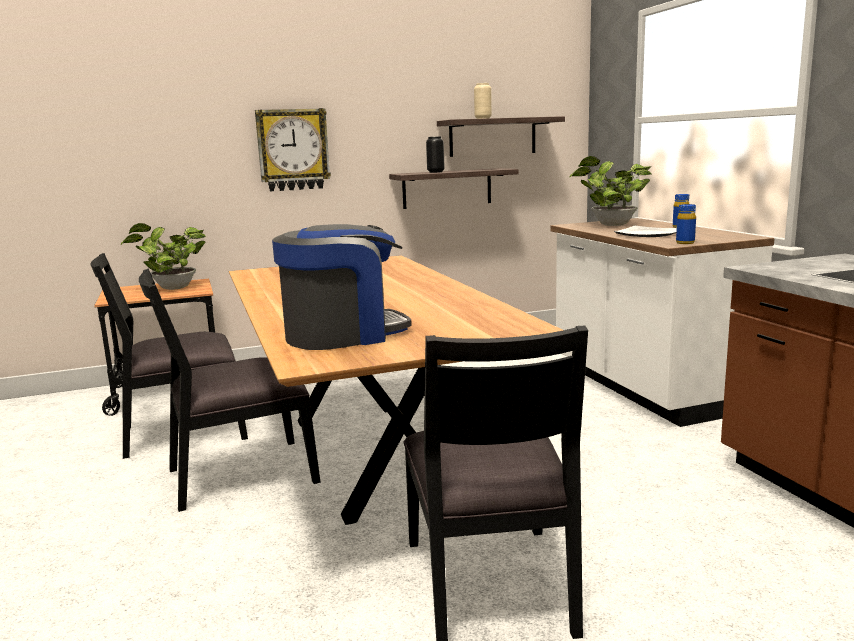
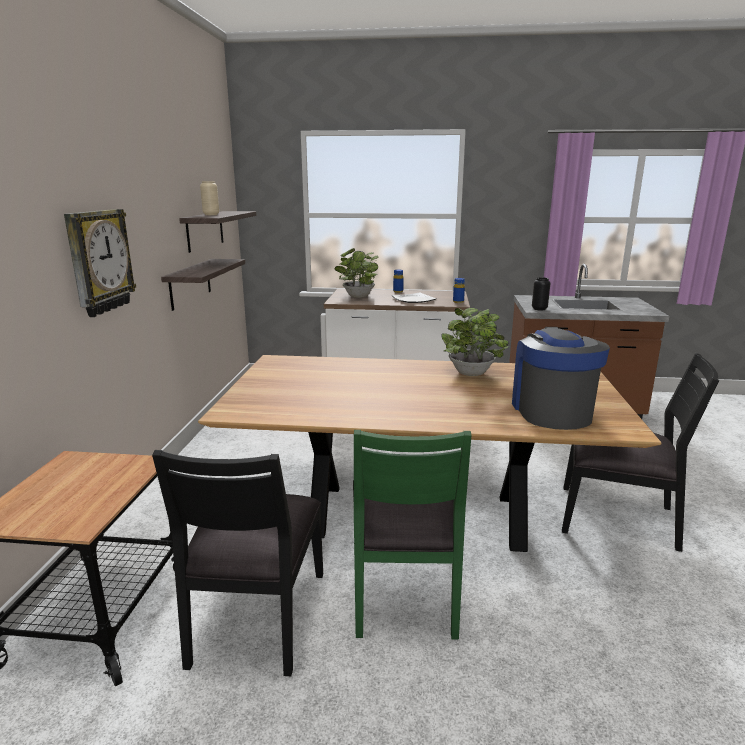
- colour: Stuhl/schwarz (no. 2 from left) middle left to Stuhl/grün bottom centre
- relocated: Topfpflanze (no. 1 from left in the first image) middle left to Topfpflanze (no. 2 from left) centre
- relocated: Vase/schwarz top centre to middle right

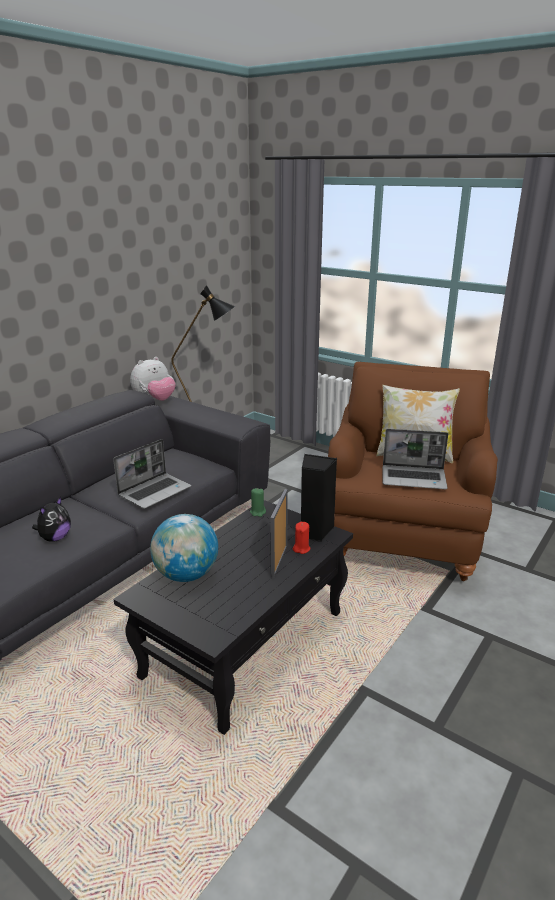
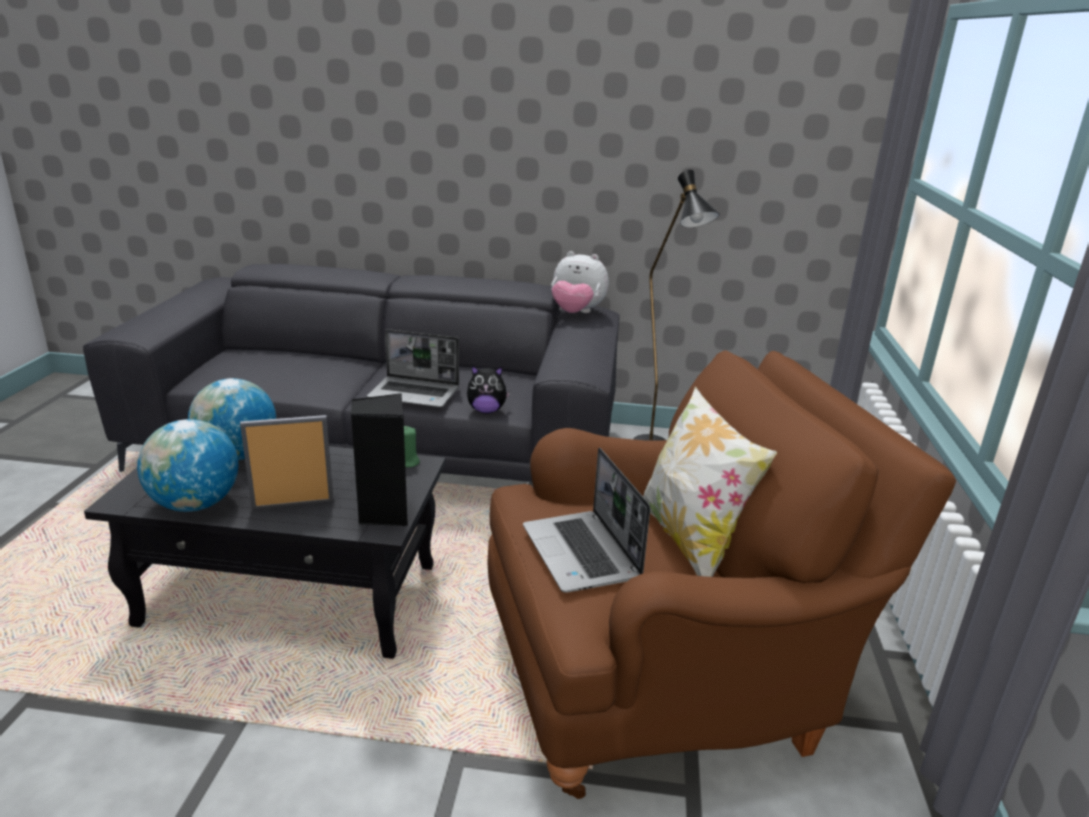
- appeared: Globus (no. 1 from left) middle left
- relocated: Plüschtier (no. 1 from left) middle left to centre
- missing: Kerze/rot centre

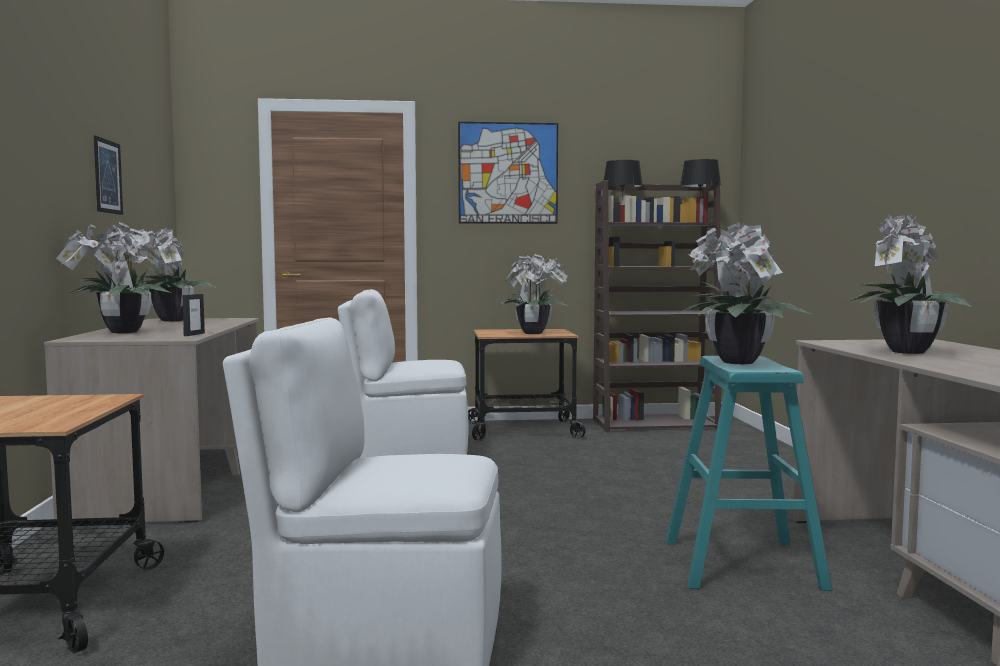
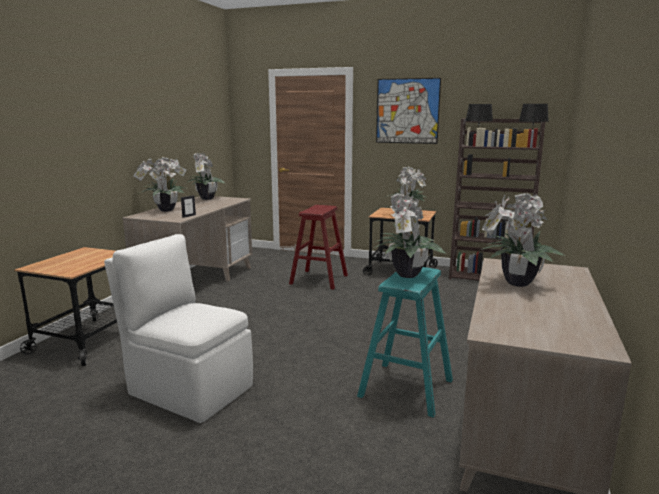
- exchanged: Stuhl/weiß (no. 2 from left) centre to Hocker/rot centre
- missing: Bild (no. 1 from left) top left

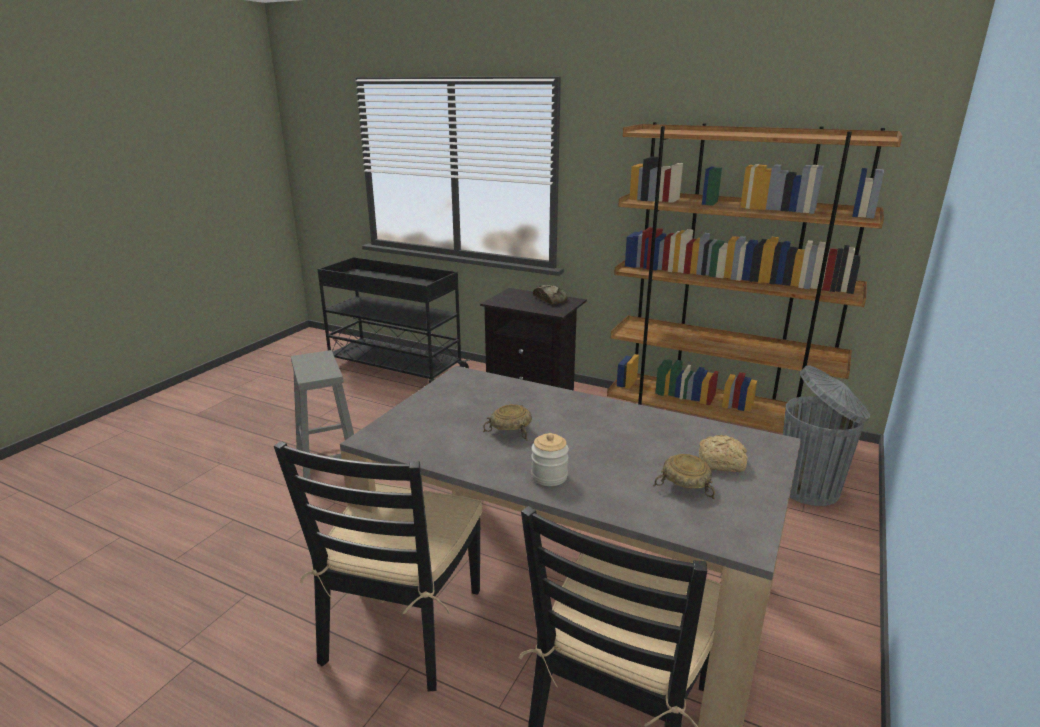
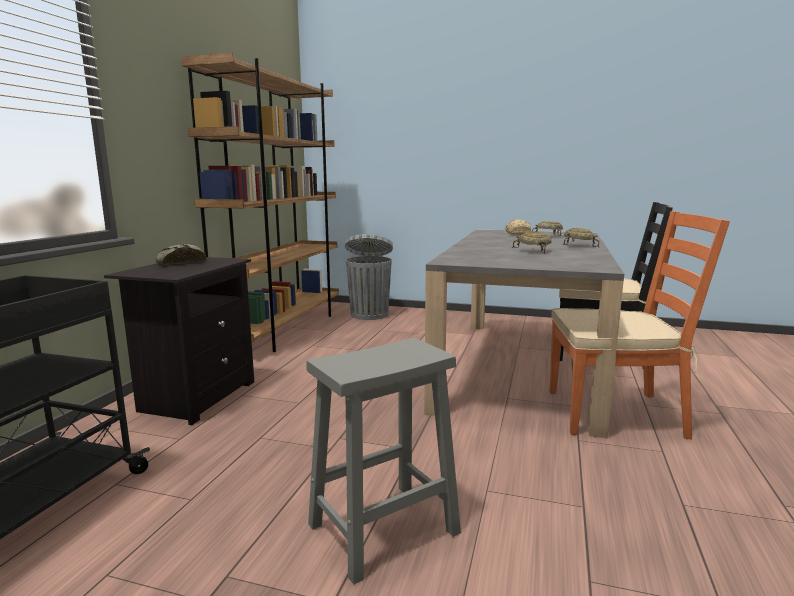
- colour: Stuhl/schwarz (no. 1 from left) bottom centre to Stuhl/orange middle right
- exchanged: Vorratsglas centre to Schüssel/beige (no. 3 from left) middle right

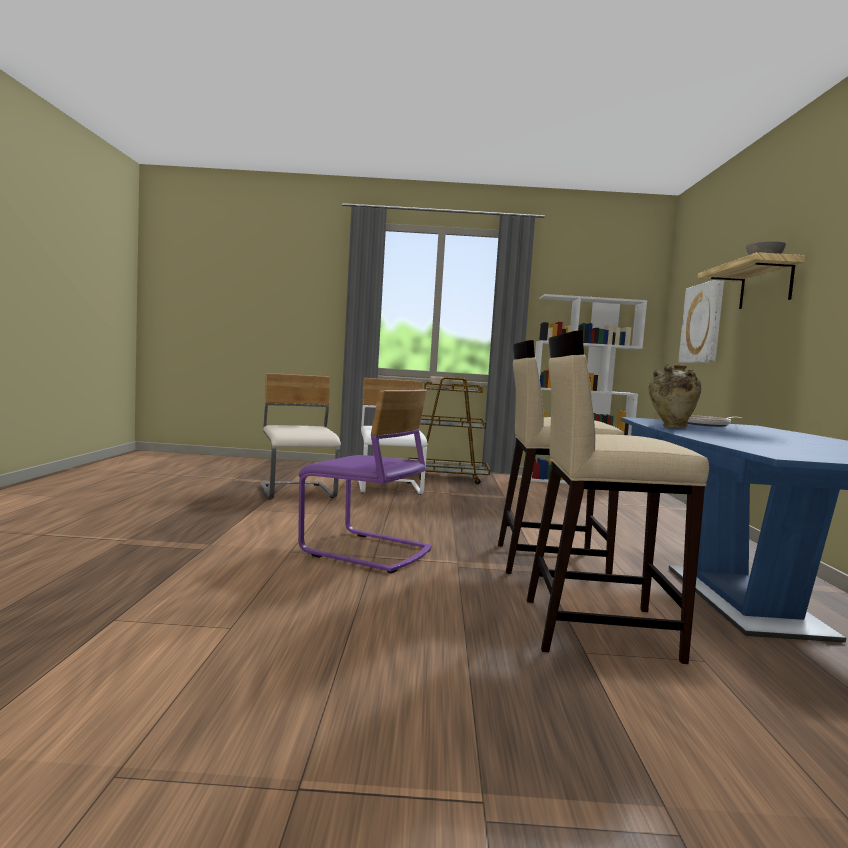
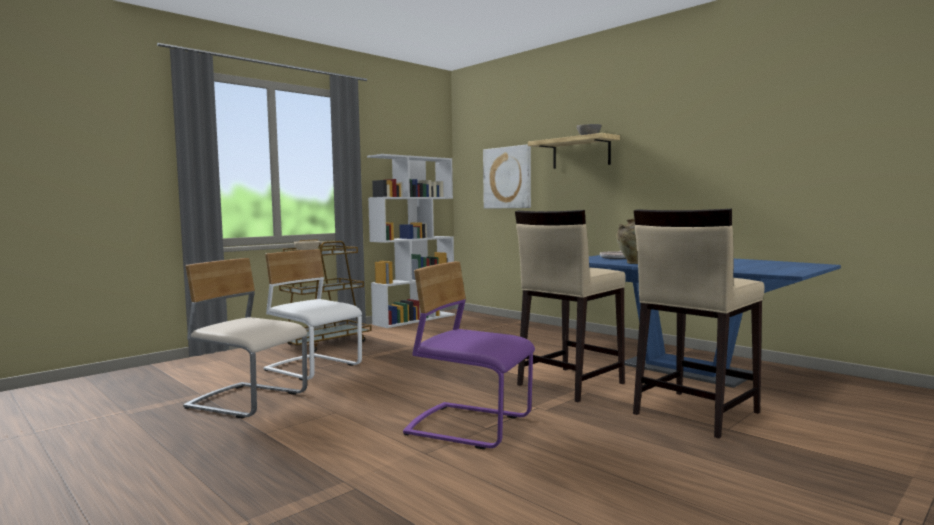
- spun: Stuhl/lila centre = bottom centre 135 degrees counterclockwise

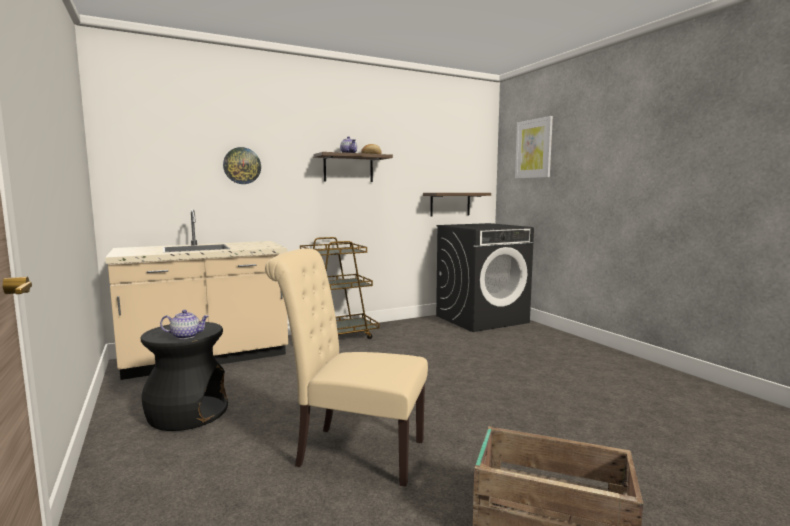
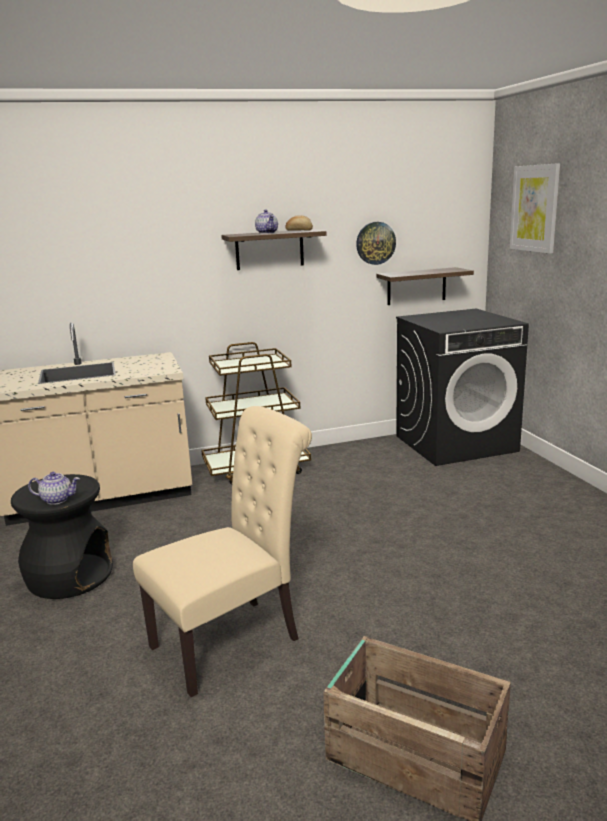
- spun: Stuhl/beige bottom centre = bottom centre 120 degrees clockwise
- relocated: Wanduhr top left to top centre

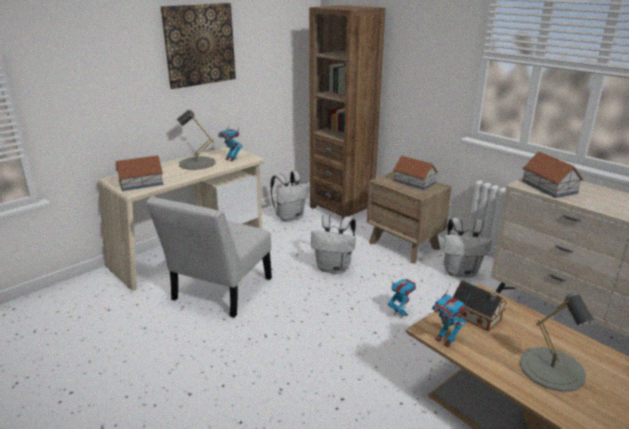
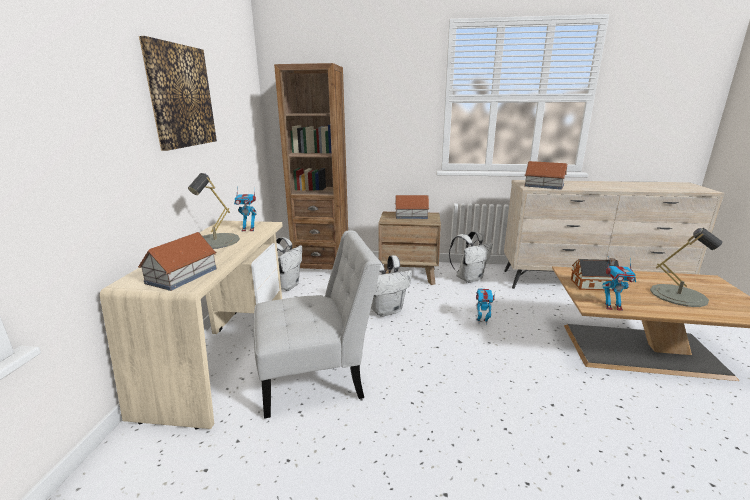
- spun: Stuhl/weiß middle left = centre 90 degrees counterclockwise

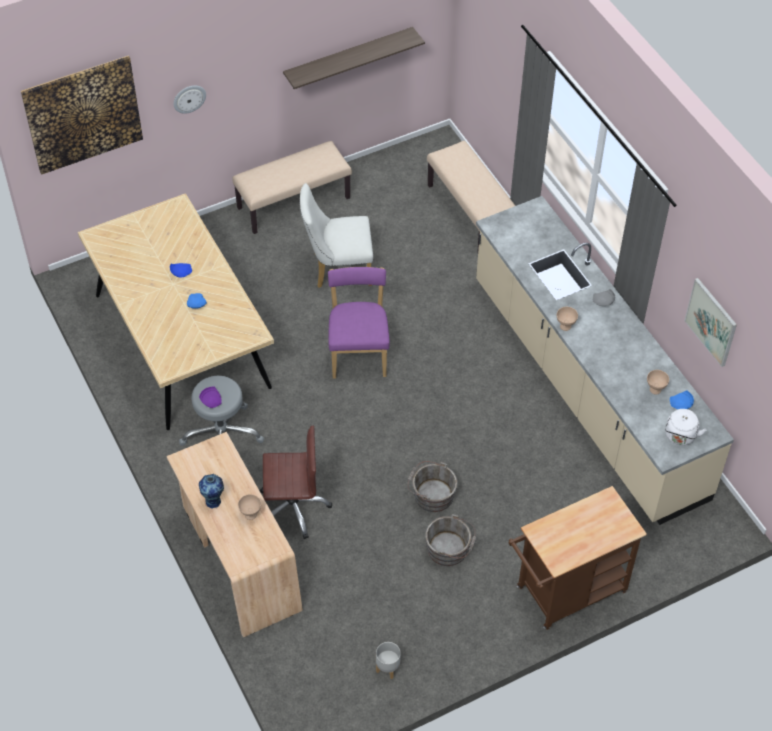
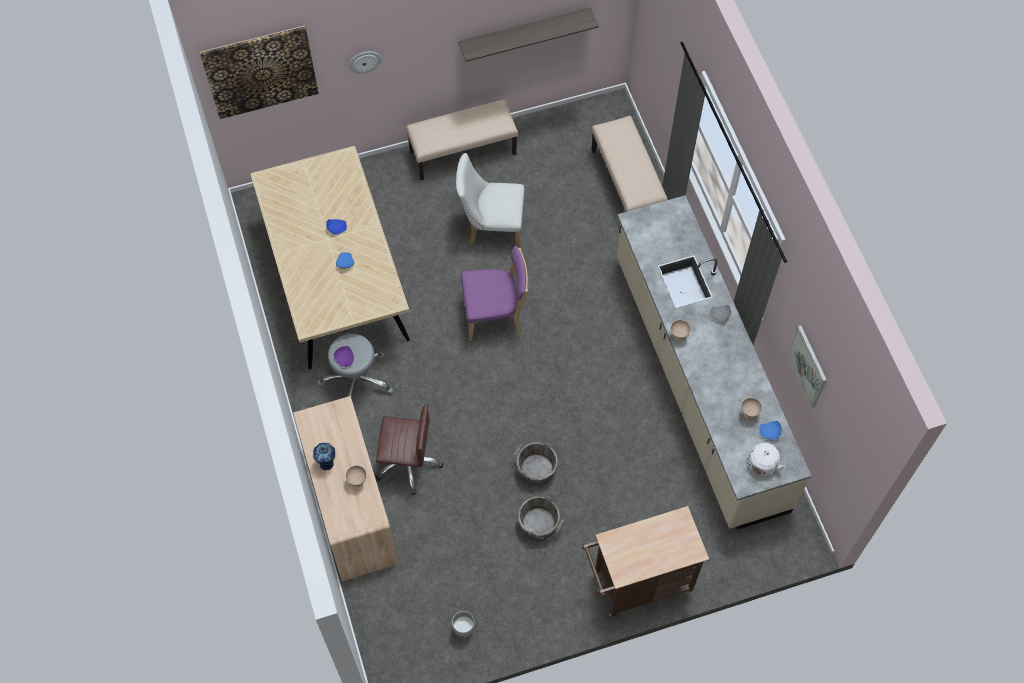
- spun: Stuhl/lila centre = centre 75 degrees clockwise

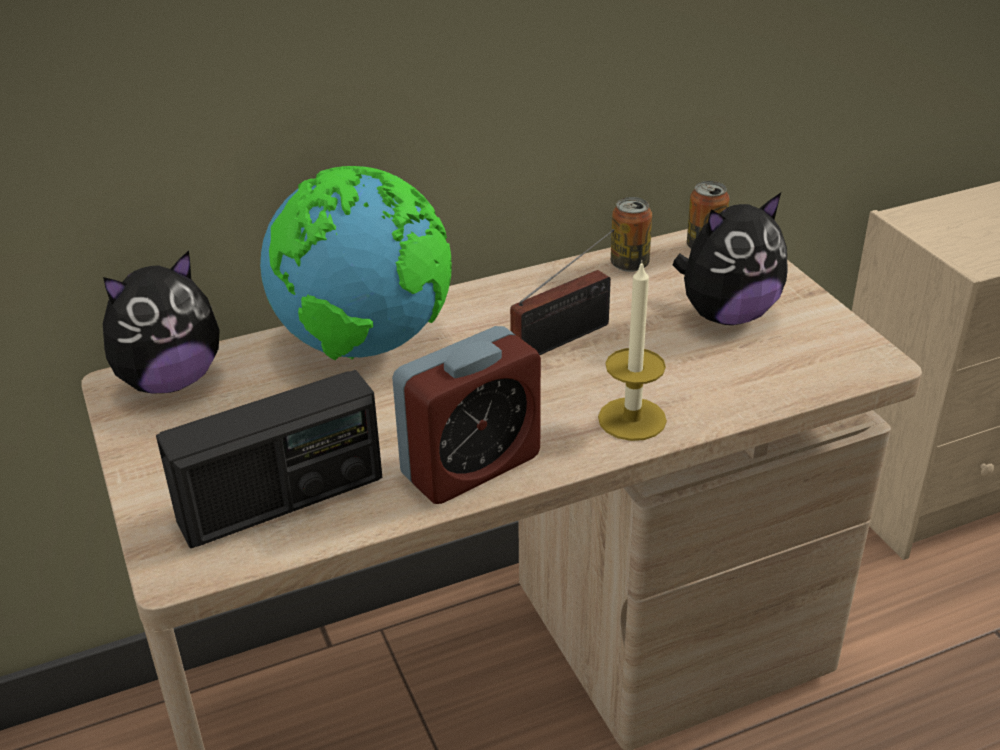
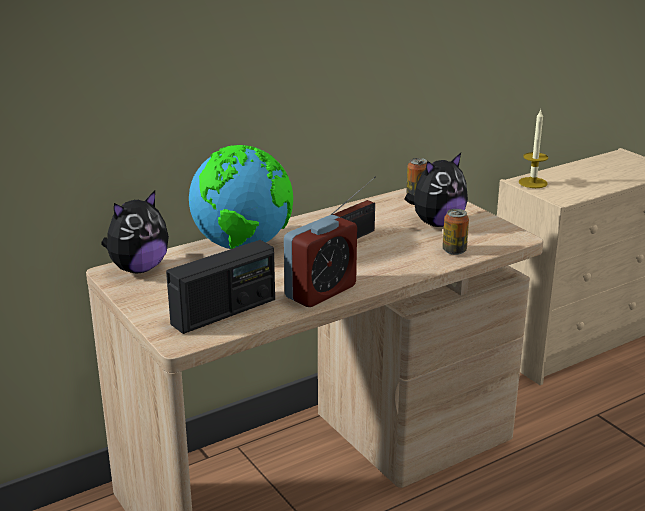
- relocated: Dose (no. 1 from left in the first image) top centre to Dose (no. 2 from left) middle right
- relocated: Kerze centre to top right

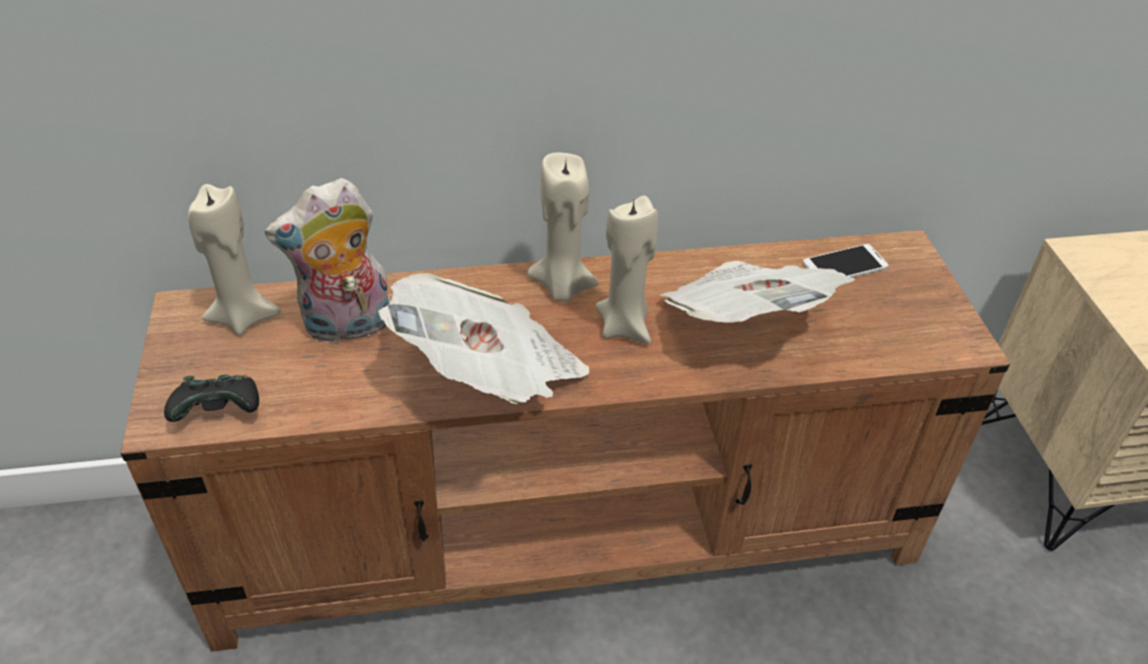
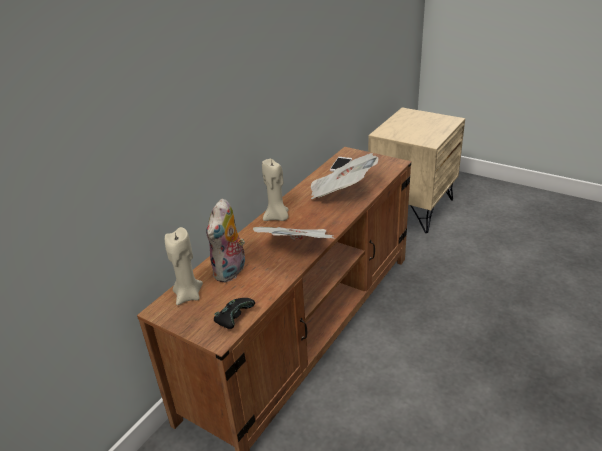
- missing: Kerze/beige (no. 3 from left) centre

